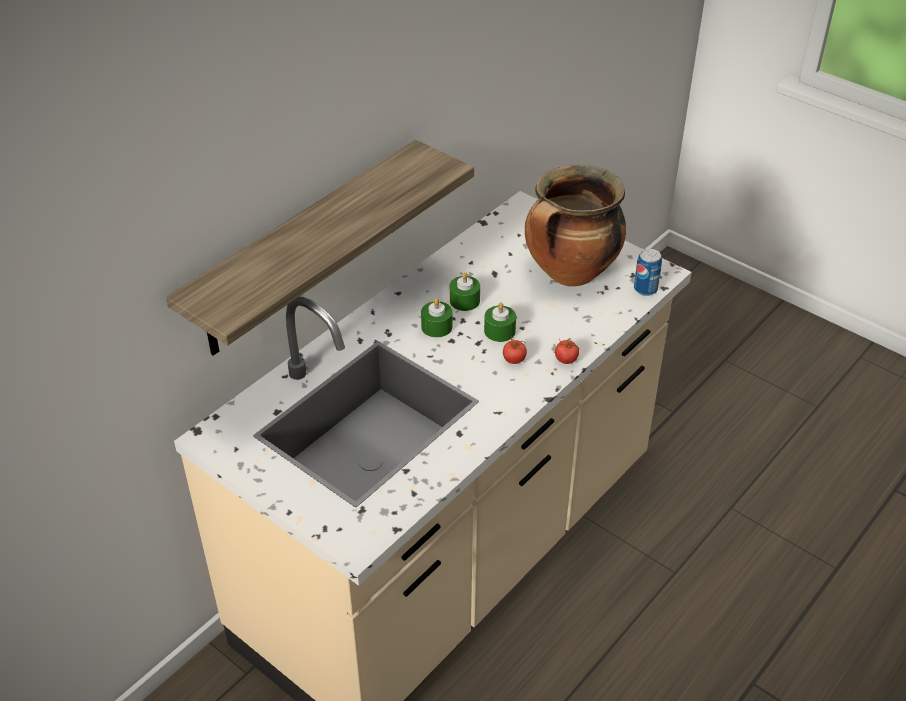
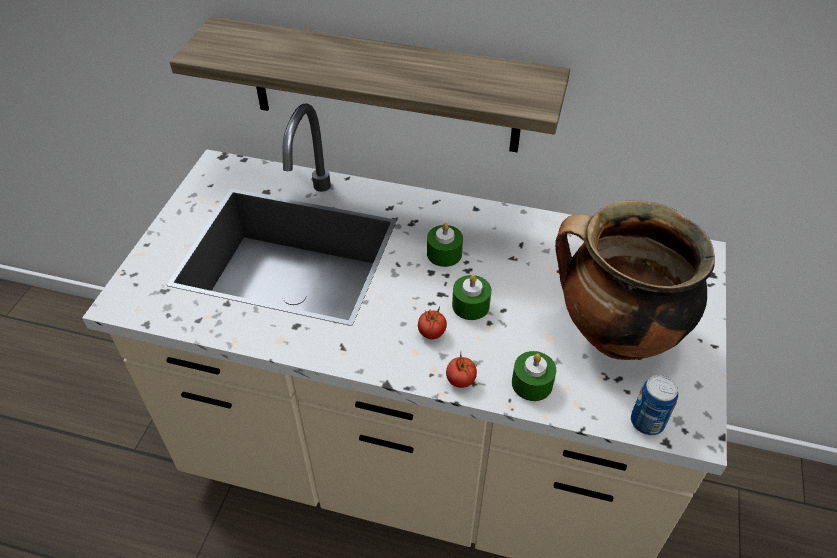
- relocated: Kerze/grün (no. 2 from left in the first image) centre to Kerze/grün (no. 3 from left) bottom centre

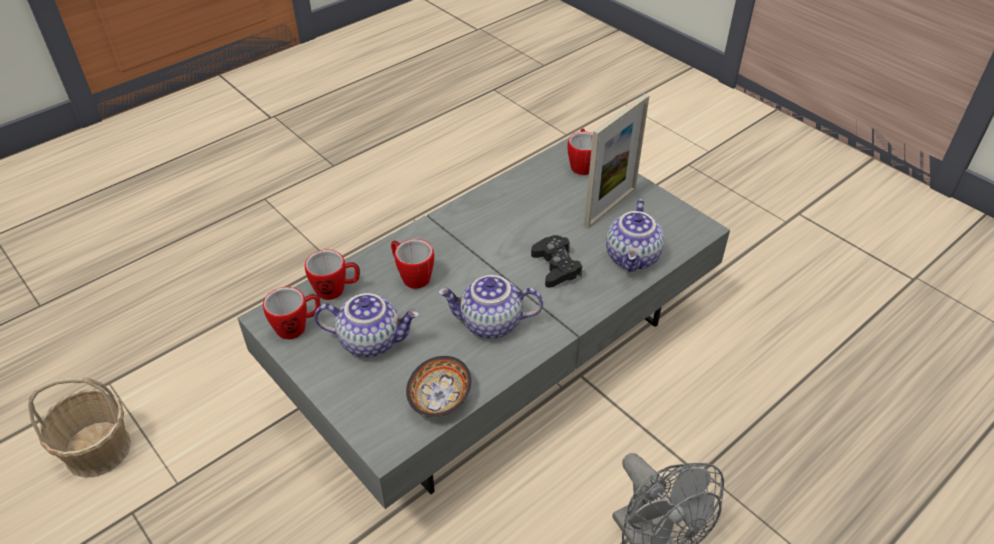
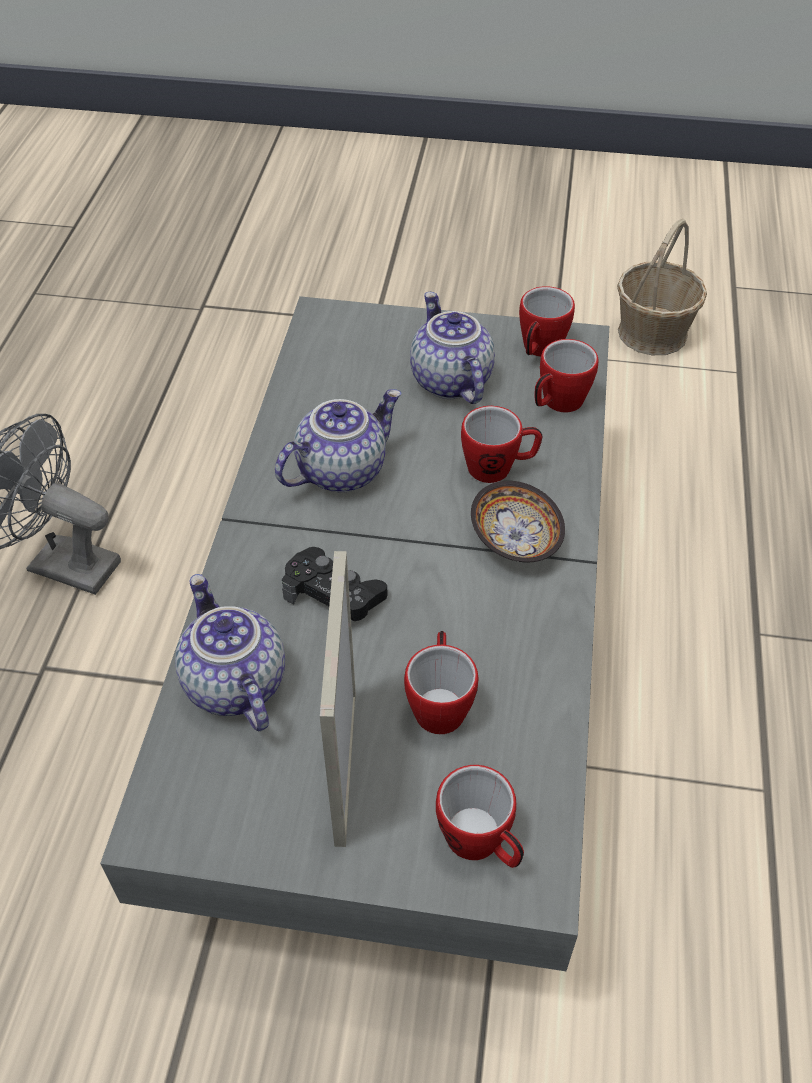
- appeared: Henkelbecher (no. 1 from left) centre
- spun: Teekanne (no. 1 from left in the first image) centre = top centre 105 degrees clockwise
- relocated: Schüssel bottom centre to centre

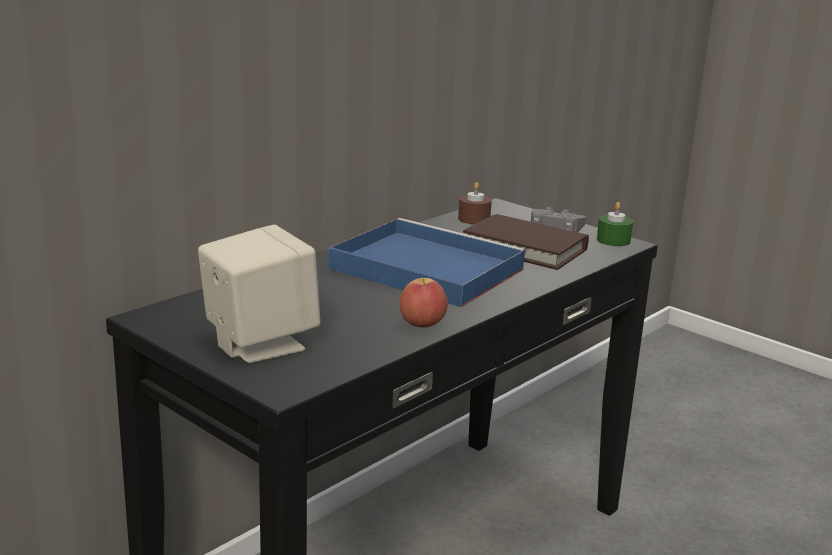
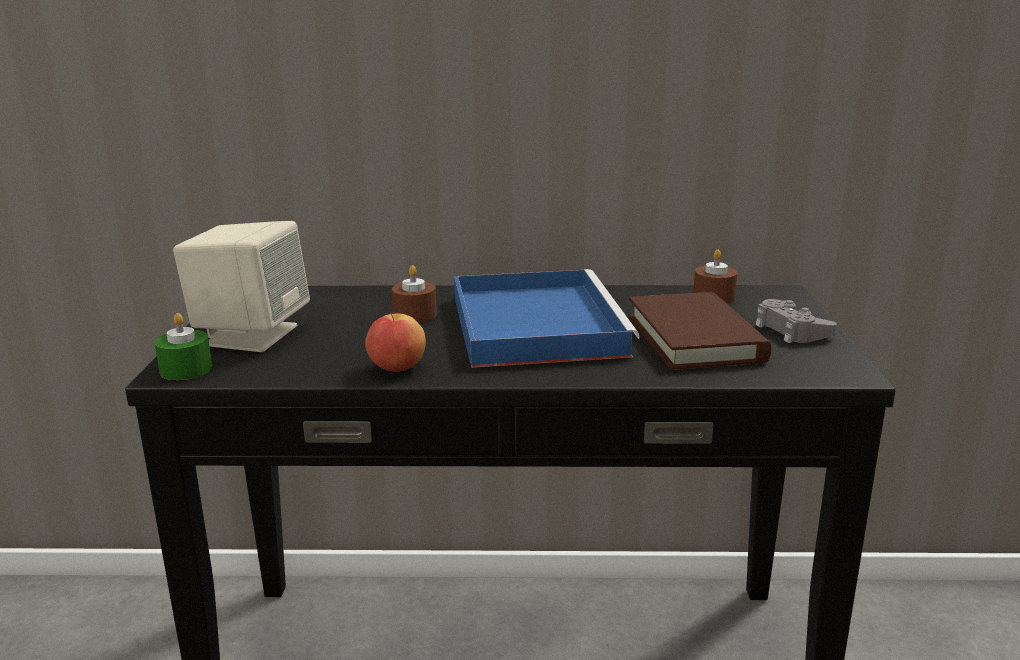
- relocated: Kerze/grün middle right to middle left
- appeared: Kerze/braun (no. 1 from left) centre

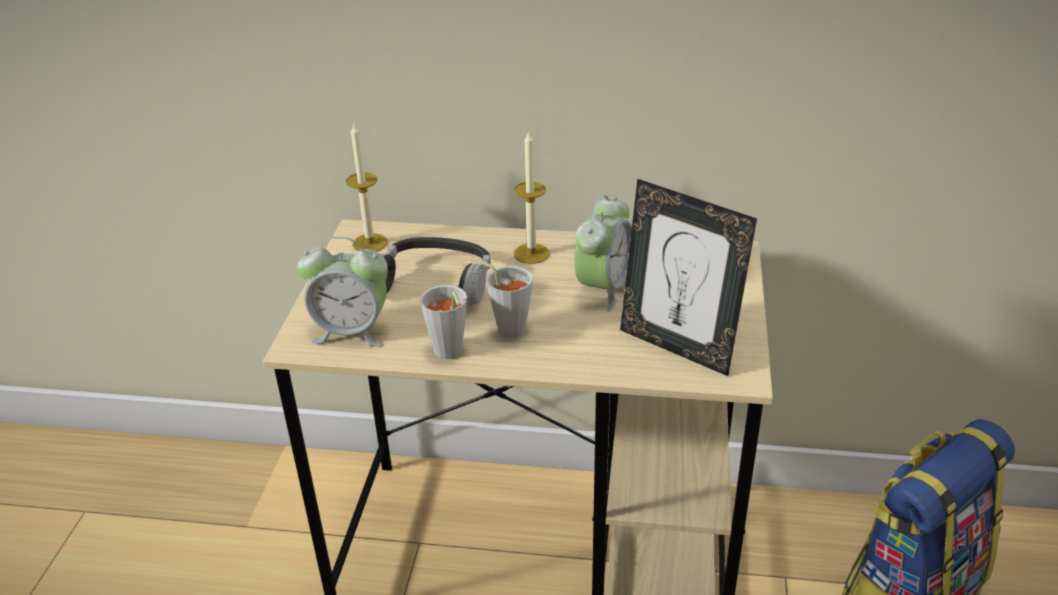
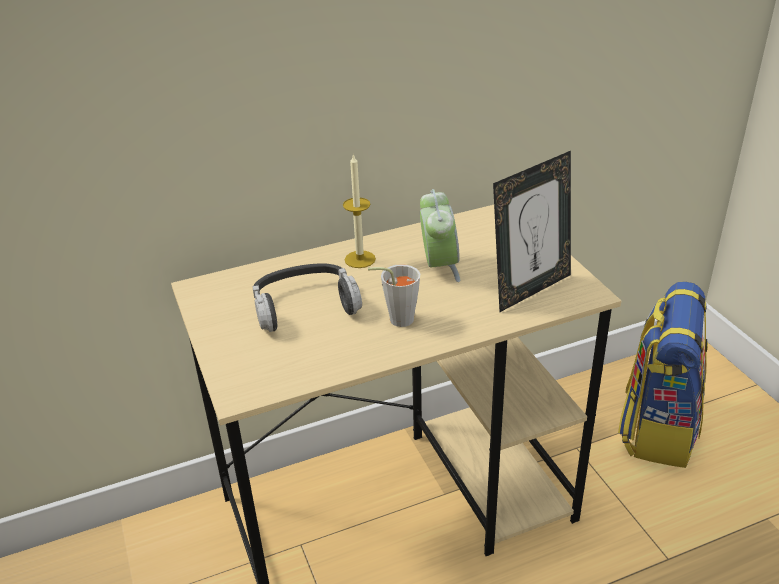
- spun: Bilderrahmen centre = middle right 45 degrees counterclockwise
- missing: Wecker (no. 1 from left) middle left
- missing: Kerze (no. 1 from left) top centre
- missing: Tasse/grau (no. 1 from left) centre

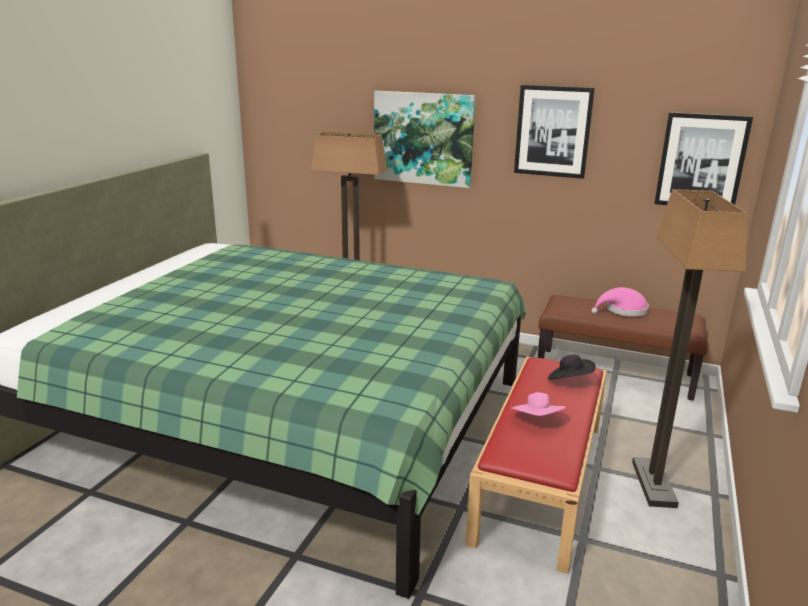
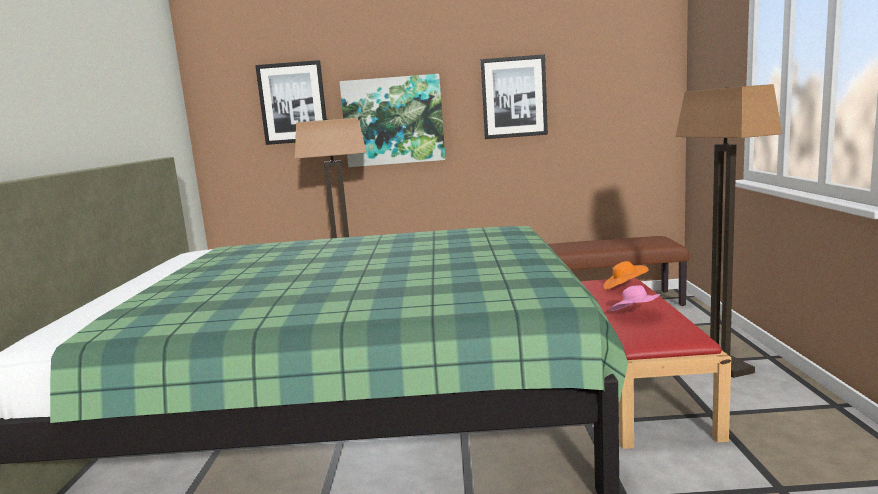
- relocated: Bild (no. 3 from left in the first image) top right to Bild (no. 1 from left) top left
- colour: Hut/schwarz middle right to Hut/orange middle right
- missing: Hut/rosa (no. 2 from left) middle right

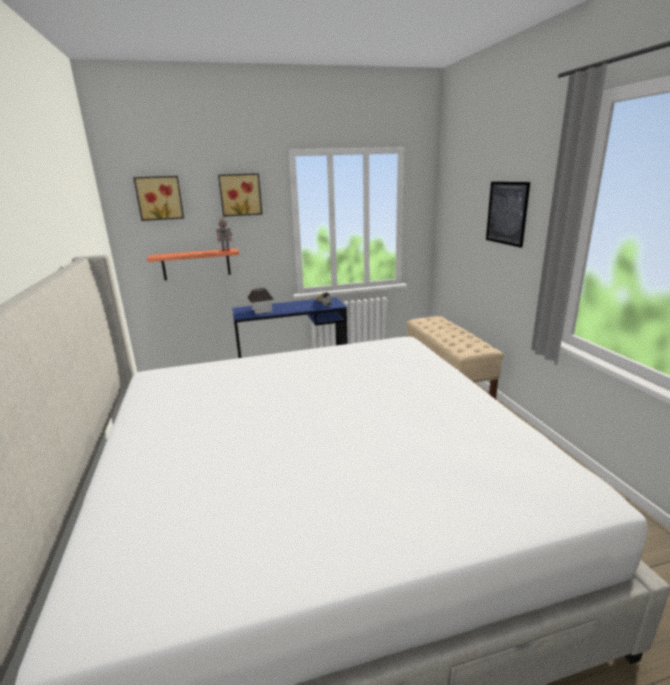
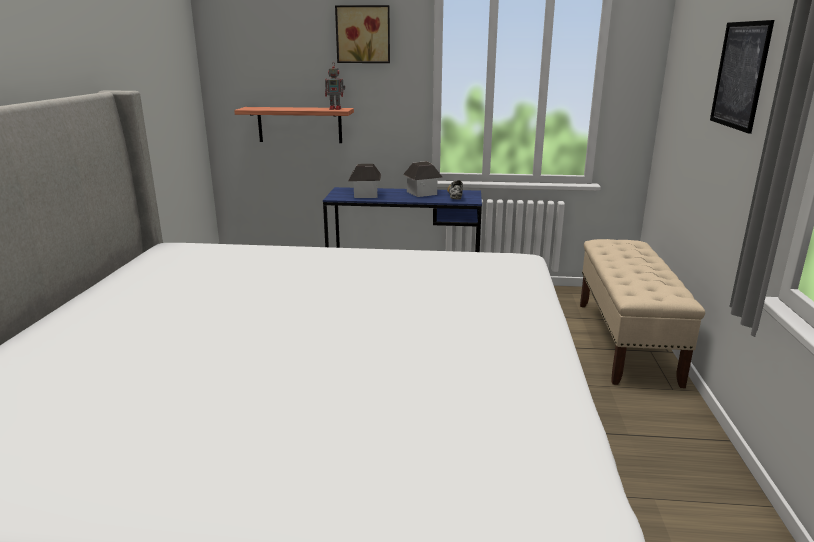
- appeared: Spielzeughaus (no. 2 from left) top centre
- missing: Bild (no. 1 from left) top left

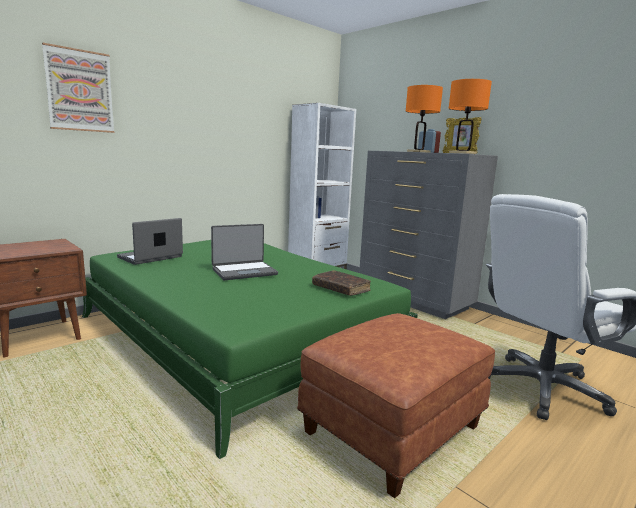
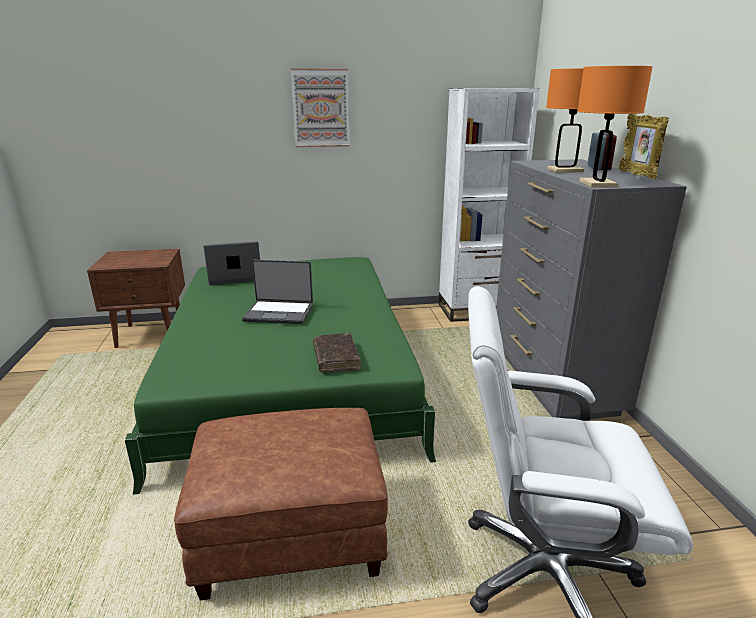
- relocated: Bild top left to top centre

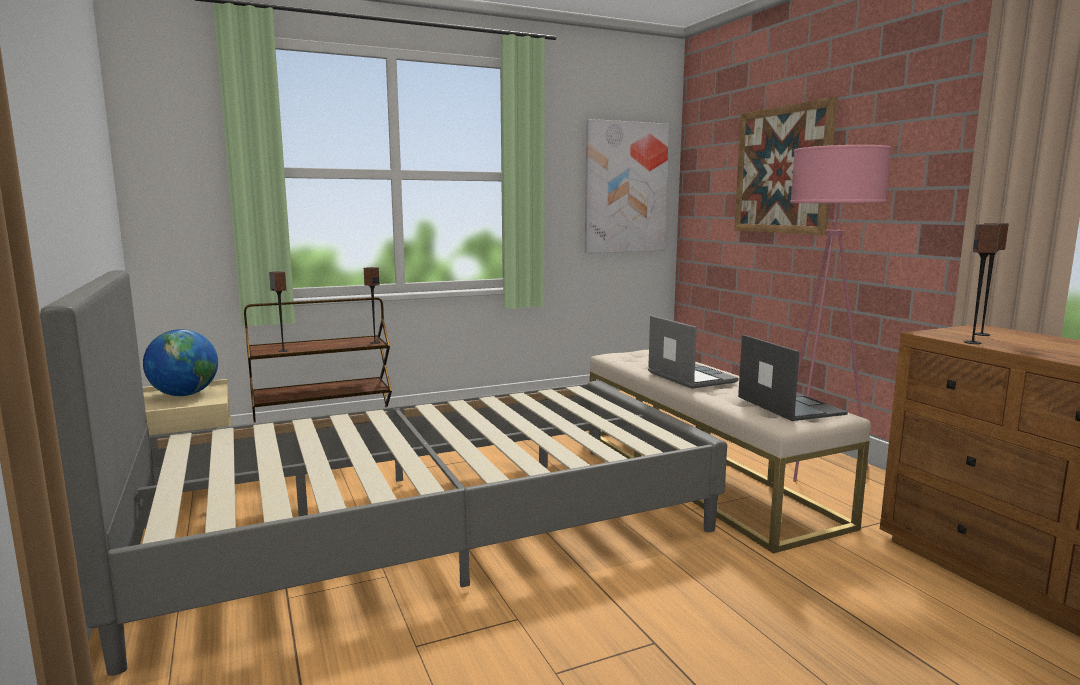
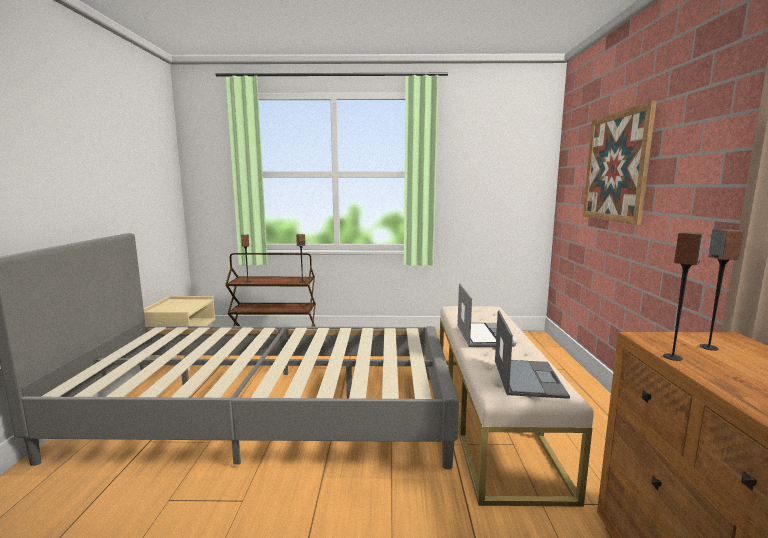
- missing: Globus middle left
- missing: Bild (no. 1 from left) top centre
- missing: Stehlampe/rosa middle right

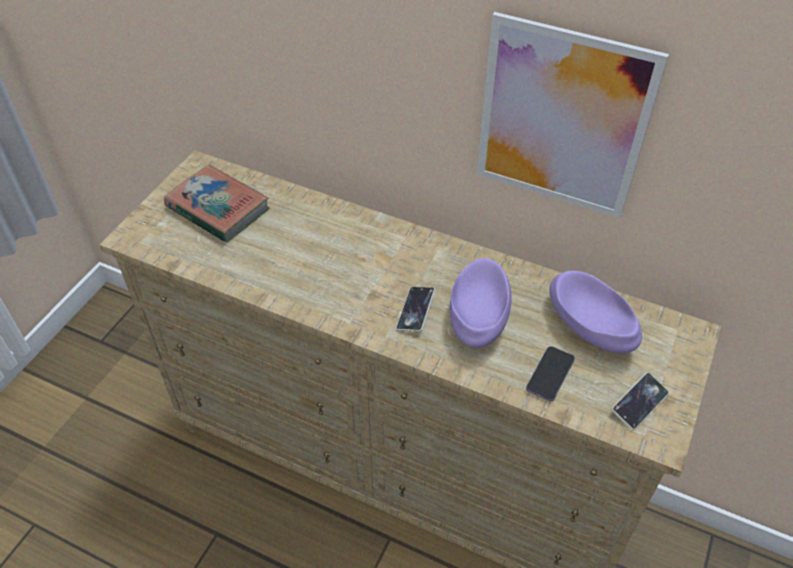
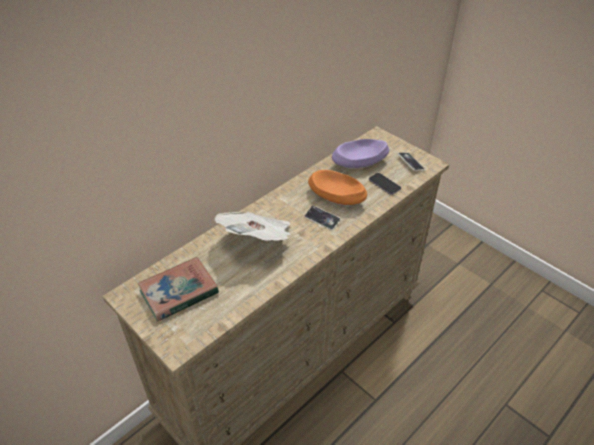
- appeared: Zeitung centre
- colour: Schüssel/lila (no. 1 from left) centre to Schüssel/orange centre
- missing: Bild top right

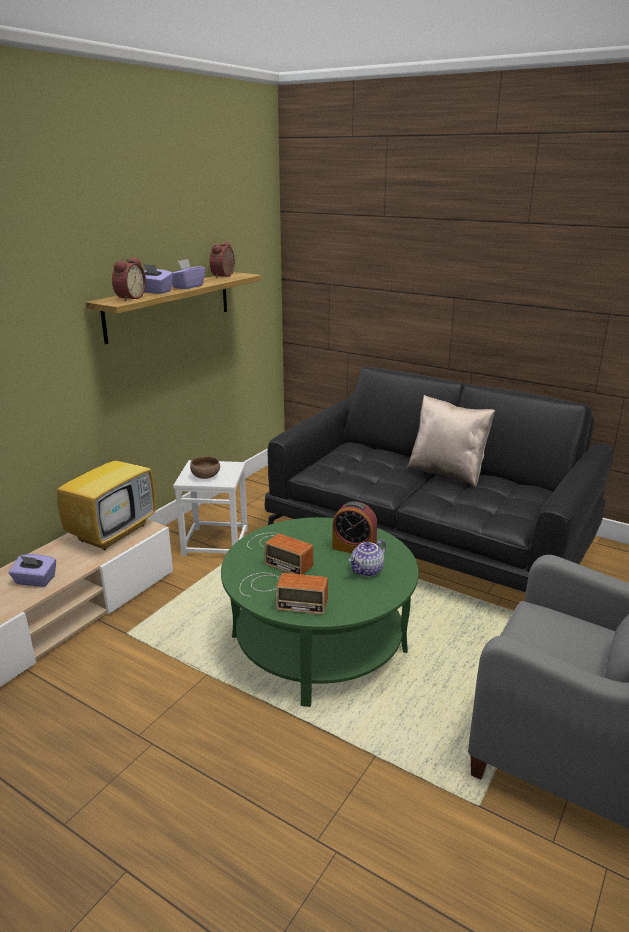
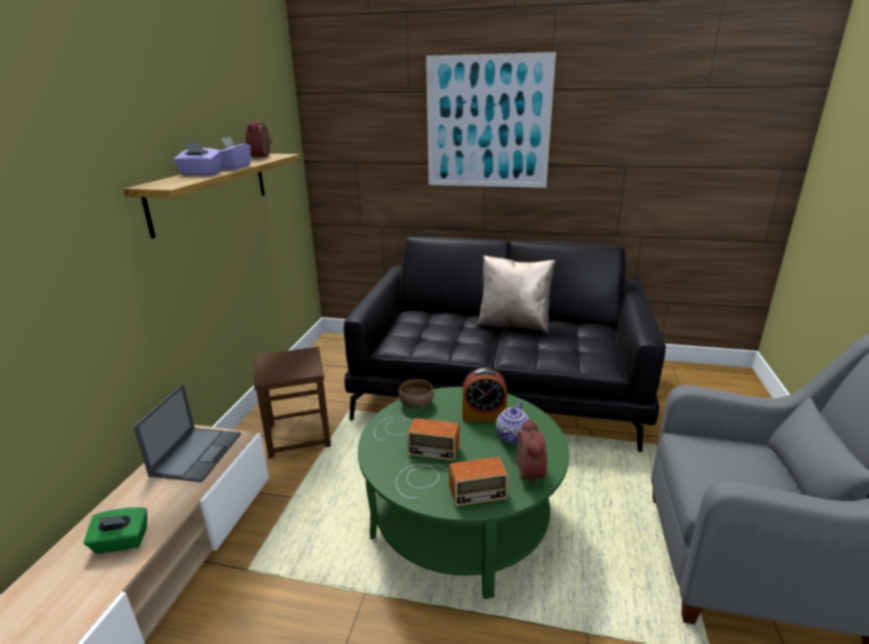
- colour: Taschentuchbox/lila (no. 1 from left) middle left to Taschentuchbox/grün bottom left
- exchanged: Fernseher middle left to Laptop bottom left
- colour: Hocker/weiß centre to Hocker/braun centre
- relocated: Schüssel/braun middle left to centre
- appeared: Bild top centre
- relocated: Wecker (no. 1 from left in the first image) top left to Wecker (no. 3 from left) bottom centre

